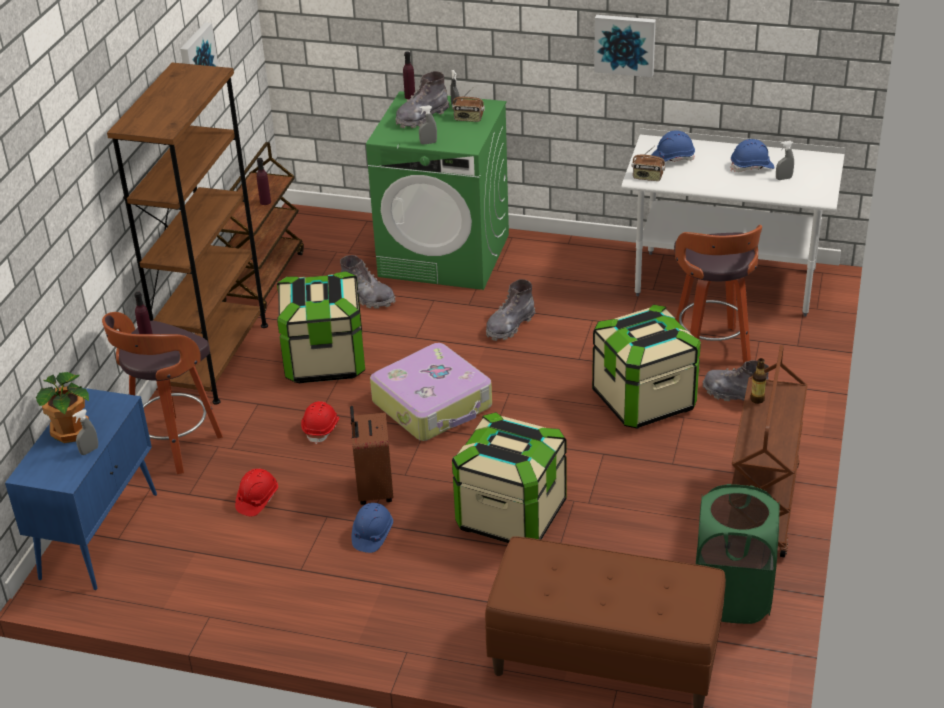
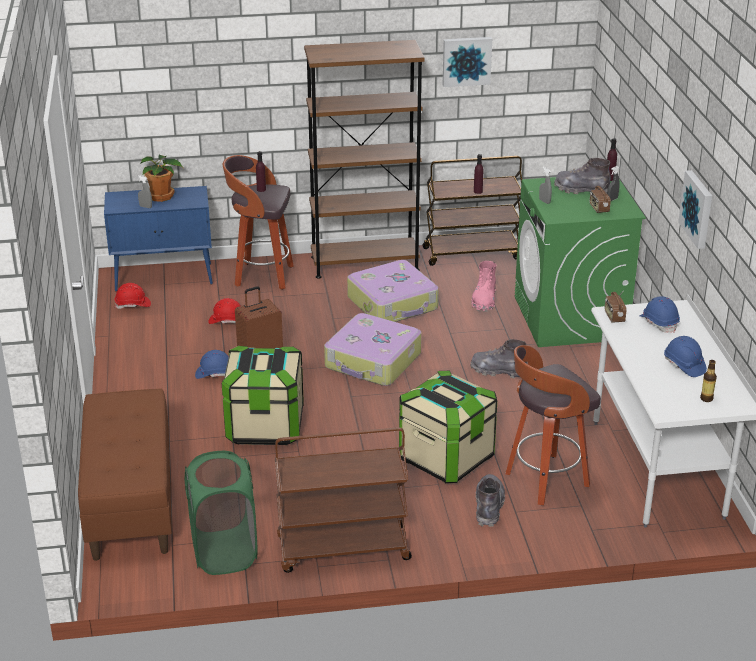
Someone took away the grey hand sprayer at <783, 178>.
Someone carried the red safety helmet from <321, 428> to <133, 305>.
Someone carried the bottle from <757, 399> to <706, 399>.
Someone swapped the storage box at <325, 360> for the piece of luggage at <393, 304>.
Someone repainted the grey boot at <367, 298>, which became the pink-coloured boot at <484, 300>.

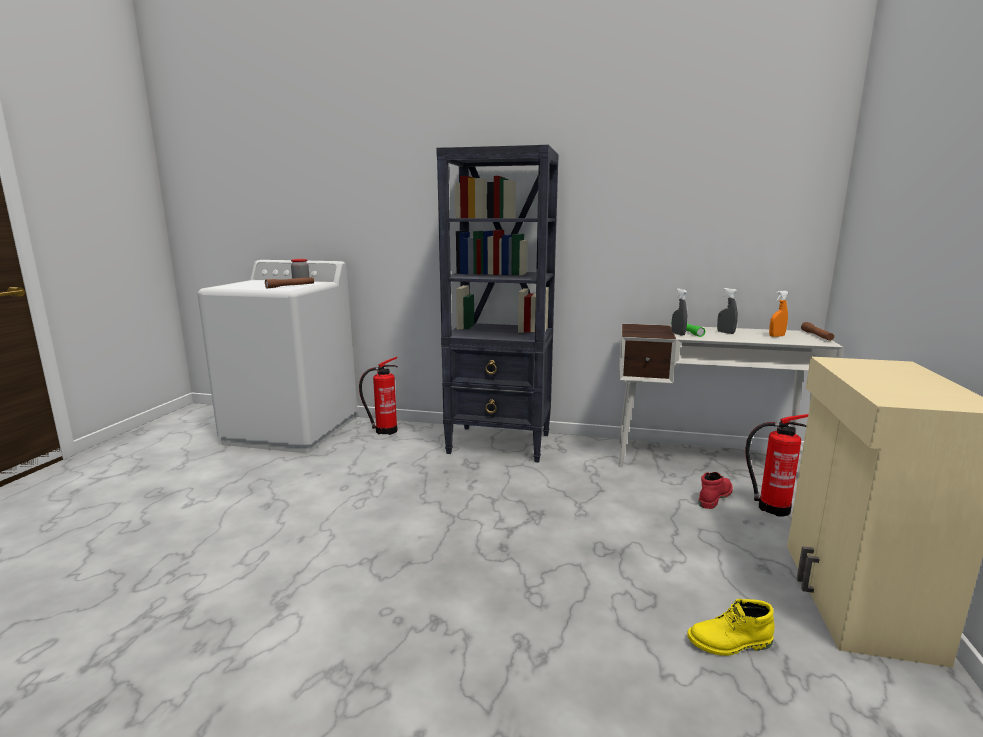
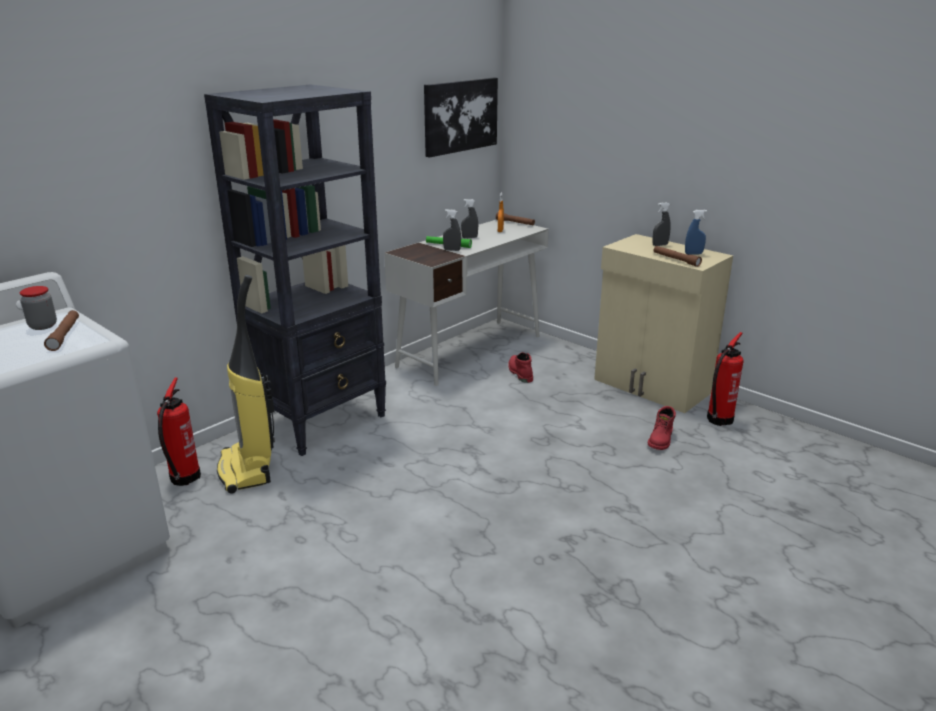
Someone put down the vacuum at <248, 470>.
Someone put up the wall picture at <460, 116>.
Someone put down the grey hand sprayer at <660, 245>.
Someone put down the brownish torch at <676, 260>.
Someone put down the blue-coloured hand sprayer at <693, 254>.
Someone carried the fire-fighting cylinder from <770, 508> to <718, 420>.
Someone repainted the yellow boot at <730, 644>, which became the red boot at <661, 440>.

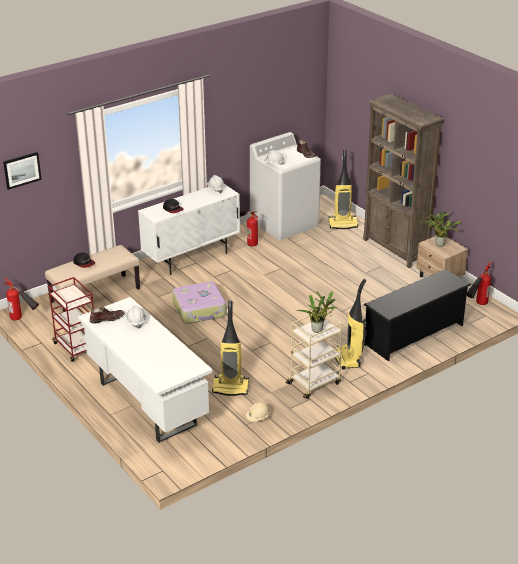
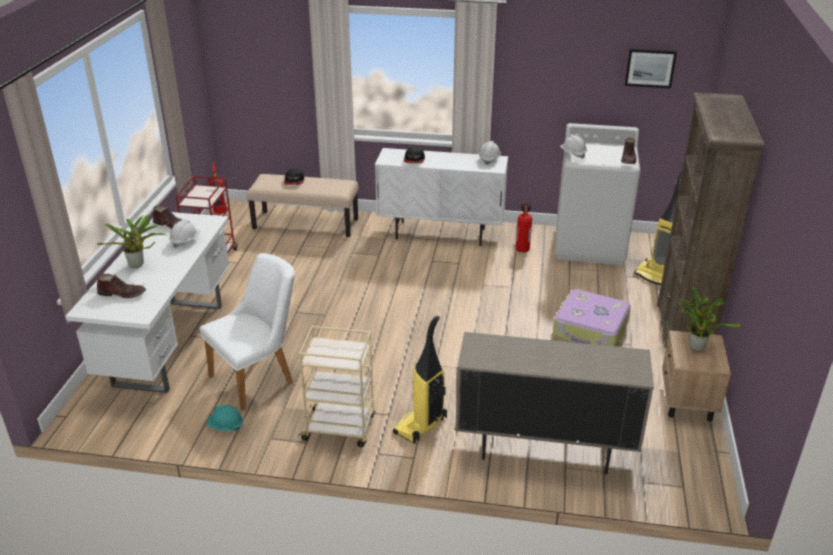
Someone took away the fire-fighting cylinder at <476, 307>.
Someone put down the brownish boot at <122, 293>.
Someone carried the wall picture from <22, 170> to <650, 68>.
Someone carried the piece of luggage from <200, 309> to <590, 330>.
Someone carried the houseplant from <318, 330> to <138, 265>.
Someone swapped the vacuum at <231, 387> for the white plain chair at <259, 377>.
Someone swapped the blackish shoe shelf at <414, 335> for the beige cabinet at <544, 449>.
Someone repainted the beige safety helmet at <258, 418>, which became the turquoise-coloured safety helmet at <225, 426>.

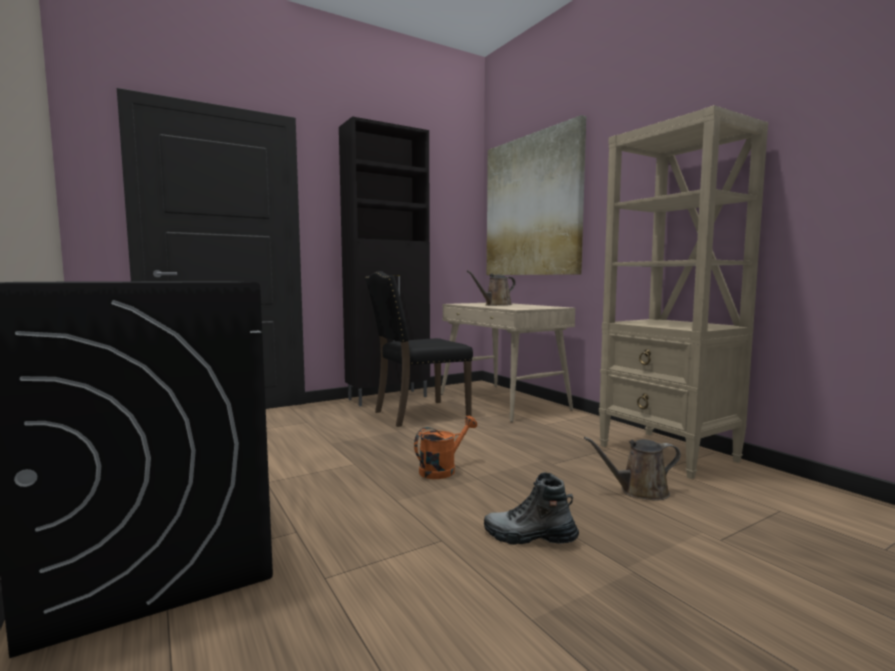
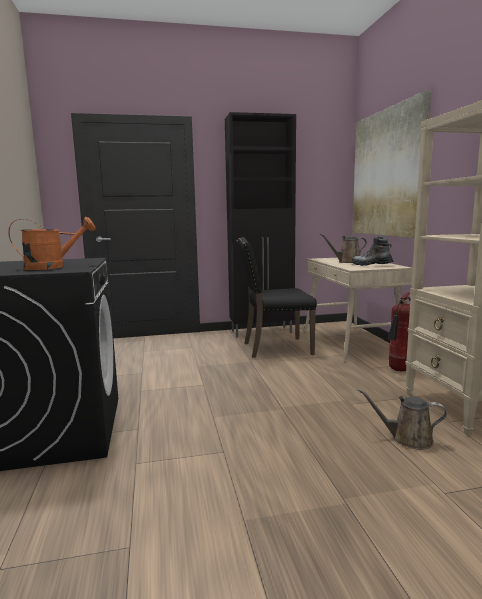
Someone put down the fire-fighting cylinder at <398, 370>.
Someone carried the orangey sprinkling can from <442, 469> to <52, 267>.
Someone carried the boot from <529, 537> to <371, 265>.

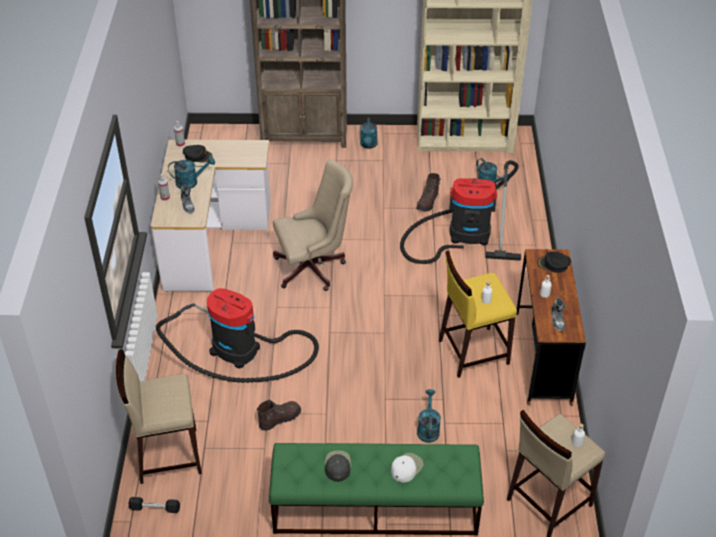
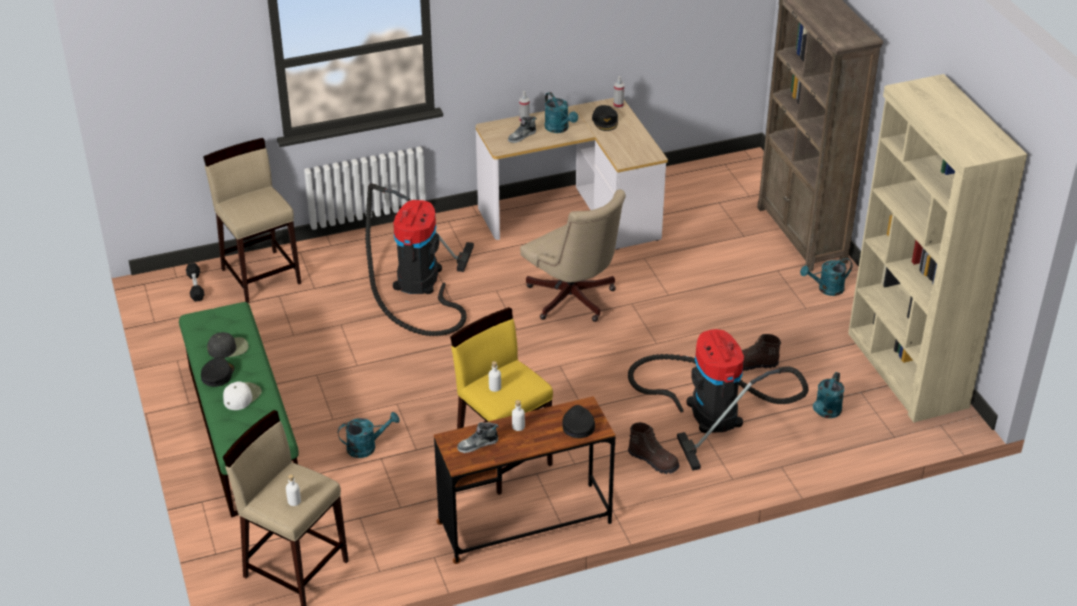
Someone put down the blackish cap at <217, 375>.
Someone carried the brownish boot from <279, 419> to <653, 461>.
Someone rotated the white cap at <406, 467> by 75 degrees counterclockwise.

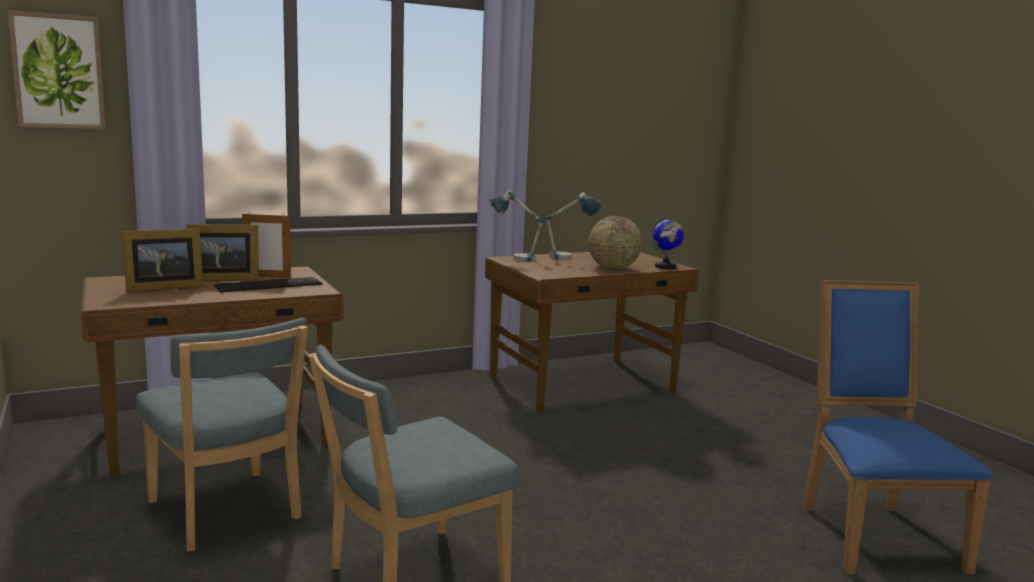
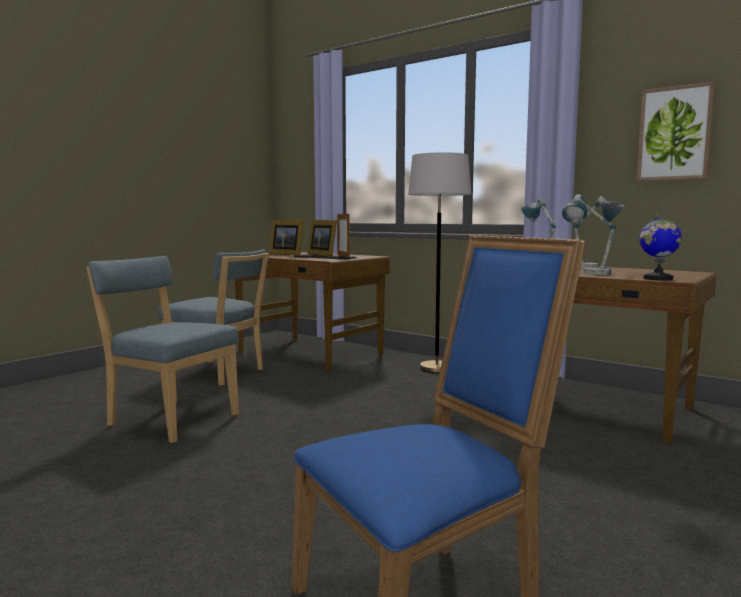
Someone put down the grey floor lamp at <436, 368>.
Someone carried the wall picture from <58, 71> to <674, 133>.
Someone swapped the world globe at <613, 268> for the lamp for a table at <587, 274>.
Someone rotated the blue-coloured plain chair at <227, 514> by 90 degrees counterclockwise.

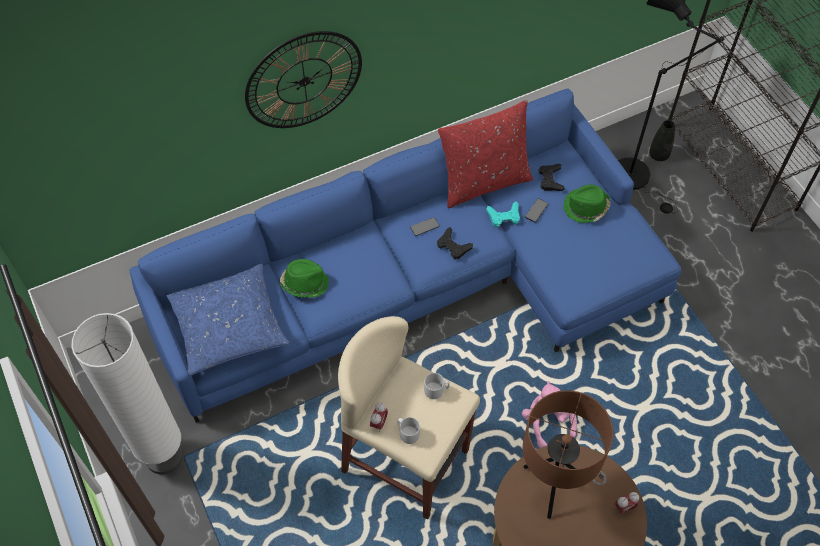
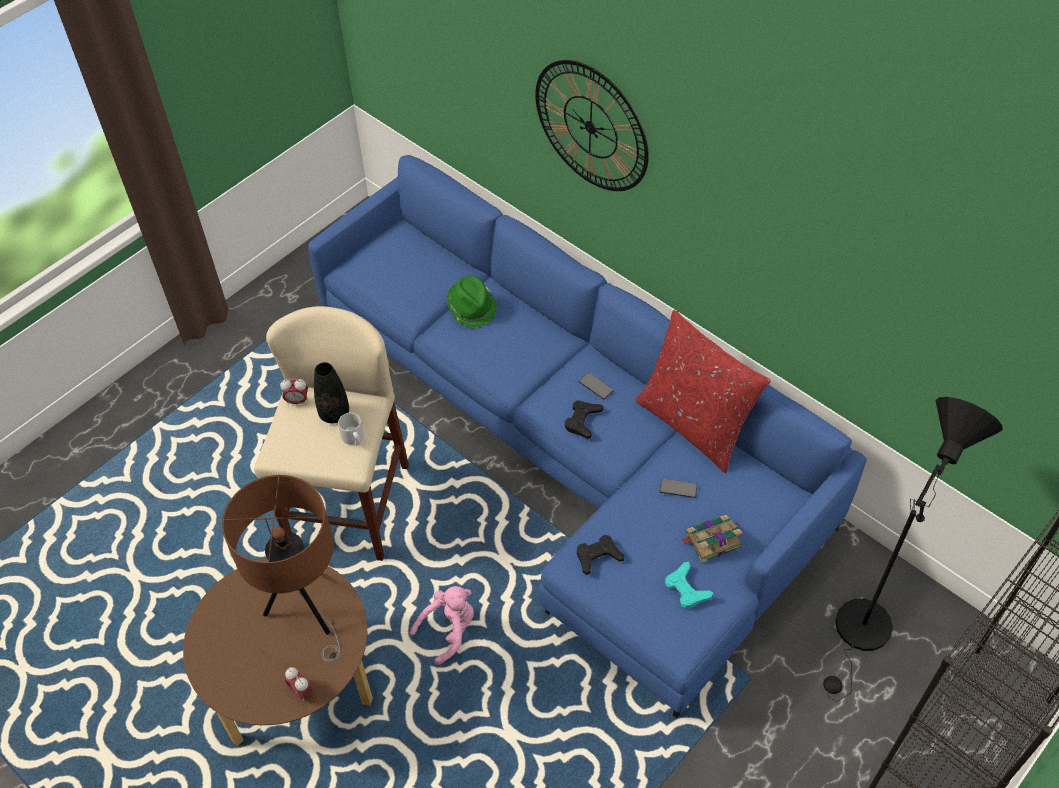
Someone took away the white floor lamp at <164, 456>.
Someone took away the blue-coloured cushion at <228, 326>.
Someone took away the grey mug at <407, 433>.
Someone carried the turquoise-coloured gamepad from <504, 216> to <686, 589>.
Someone carried the blackish gamepad from <550, 179> to <598, 556>.
Someone carried the blackish flower vase from <658, 155> to <334, 414>.
Someone swapped the greenish hat at <586, 208> for the bound book at <711, 540>.

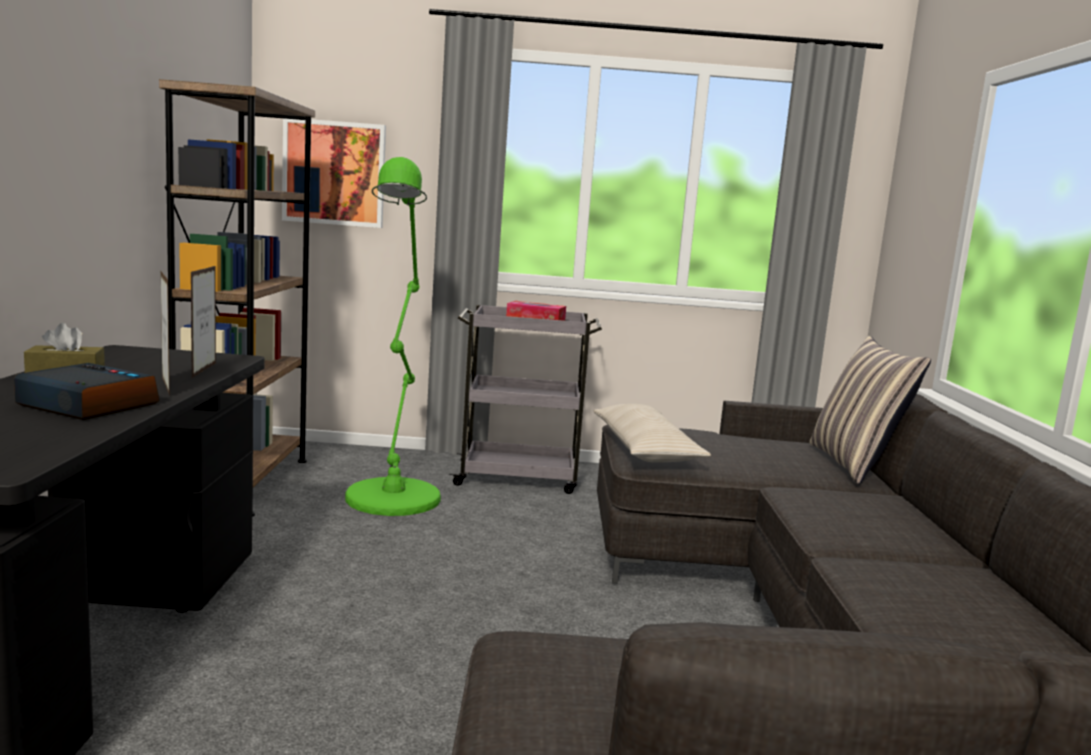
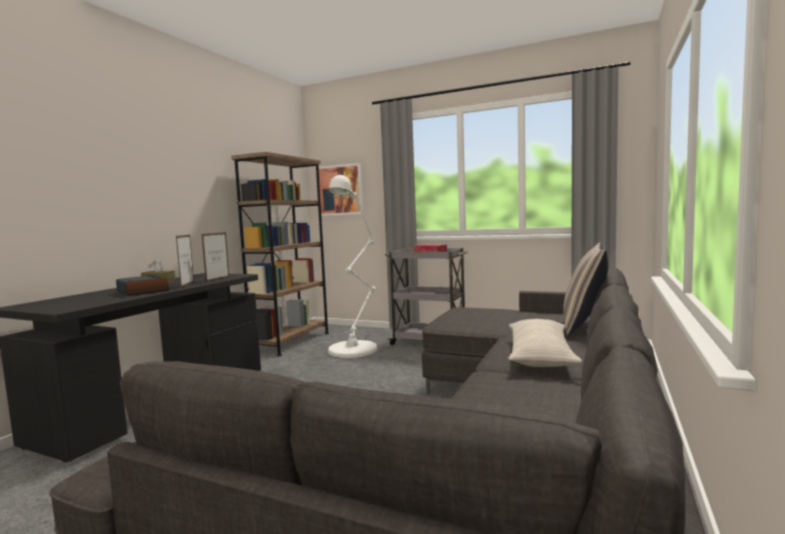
Someone carried the beige cushion from <645, 449> to <540, 355>.
Someone repainted the greenish floor lamp at <395, 493>, which became the white floor lamp at <356, 348>.

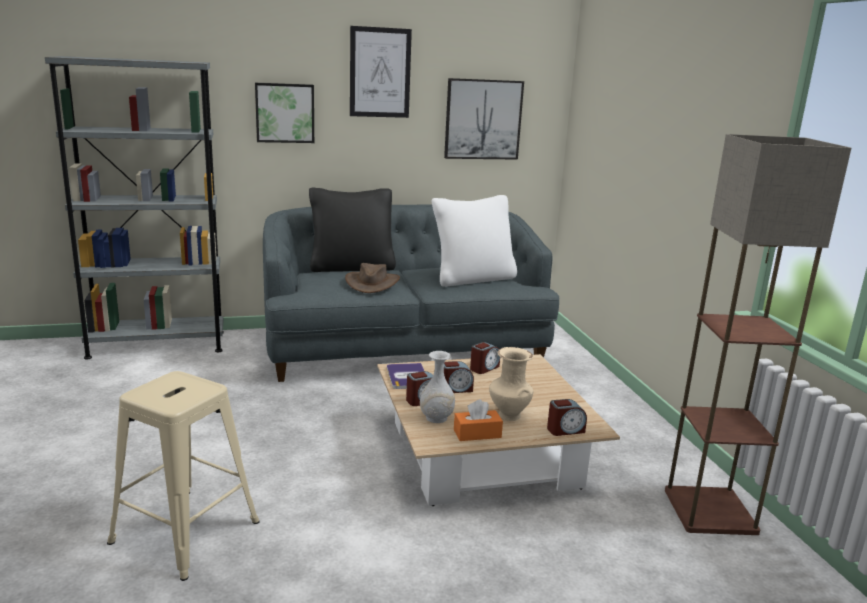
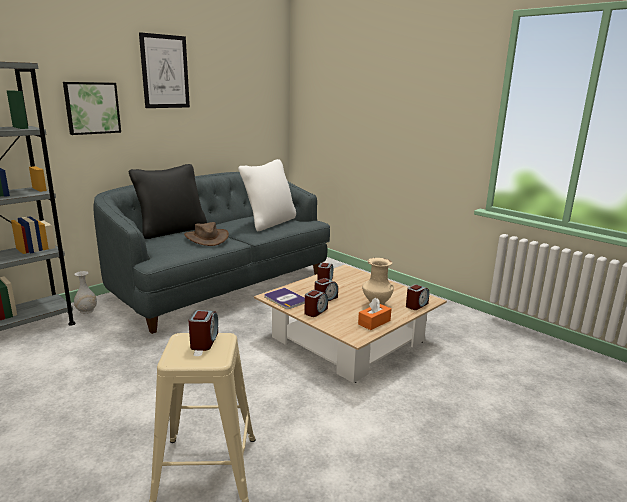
Someone took away the wall picture at <483, 119>.
Someone took away the floor lamp at <711, 512>.
Someone put down the bedside clock at <204, 341>.
Someone carried the white flower vase from <436, 418> to <86, 311>.

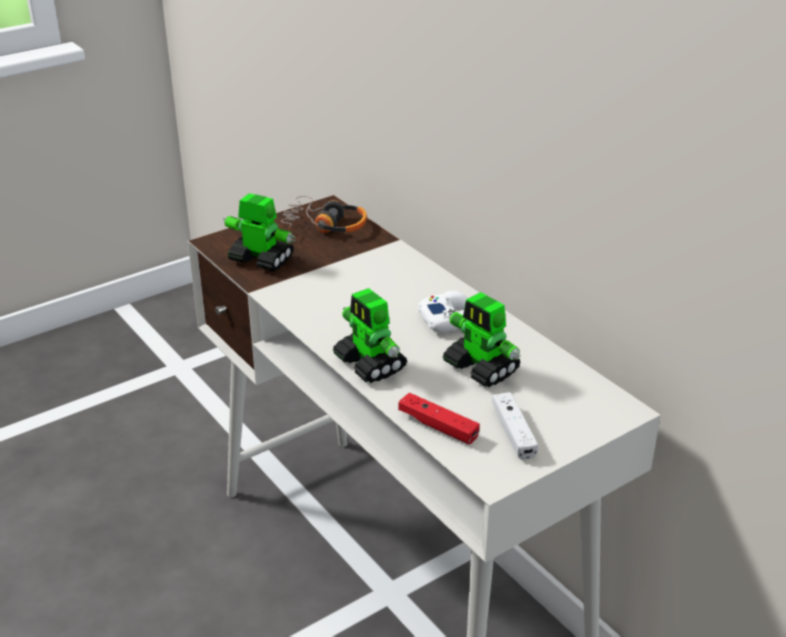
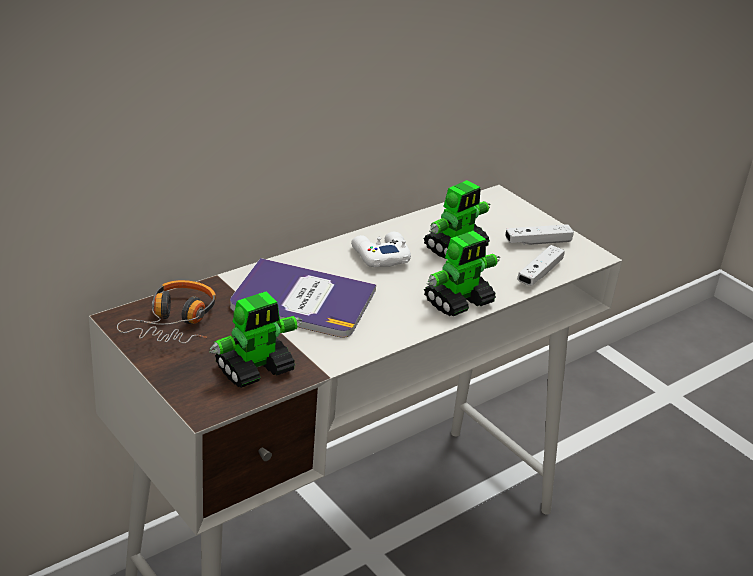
Someone put down the bound book at <302, 300>.
Someone repainted the red gamepad at <438, 426>, which became the white gamepad at <539, 273>.
Someone rotated the robot figure at <260, 260> by 150 degrees counterclockwise.

